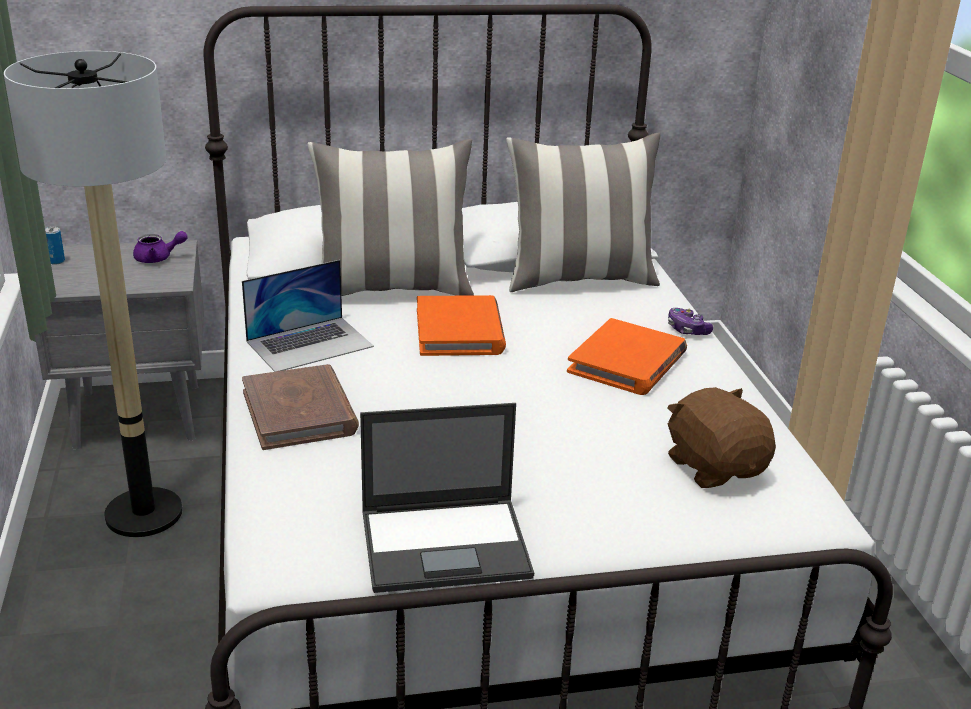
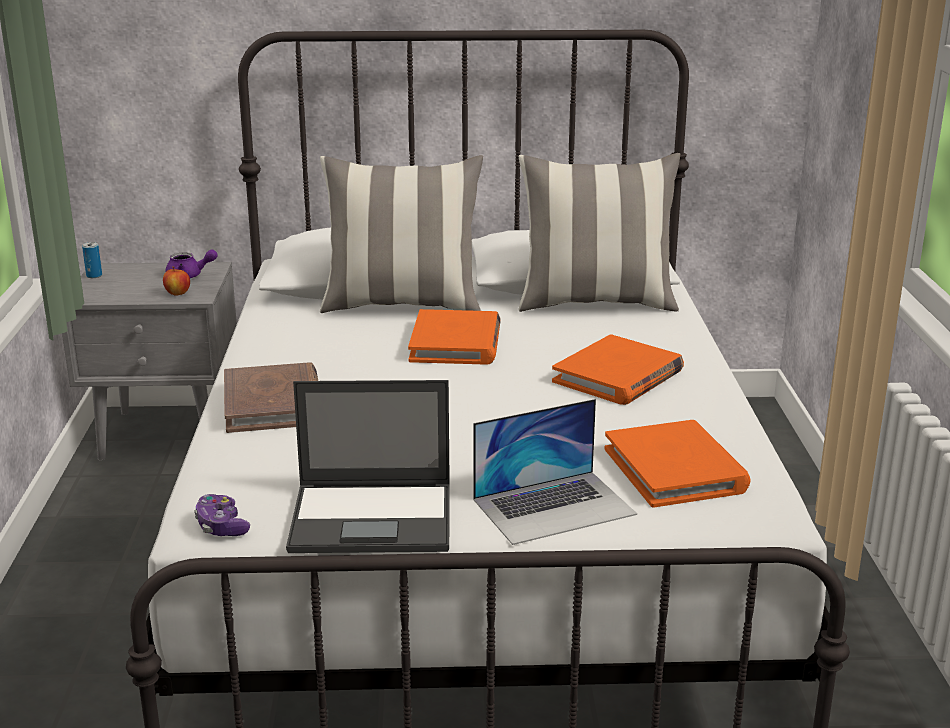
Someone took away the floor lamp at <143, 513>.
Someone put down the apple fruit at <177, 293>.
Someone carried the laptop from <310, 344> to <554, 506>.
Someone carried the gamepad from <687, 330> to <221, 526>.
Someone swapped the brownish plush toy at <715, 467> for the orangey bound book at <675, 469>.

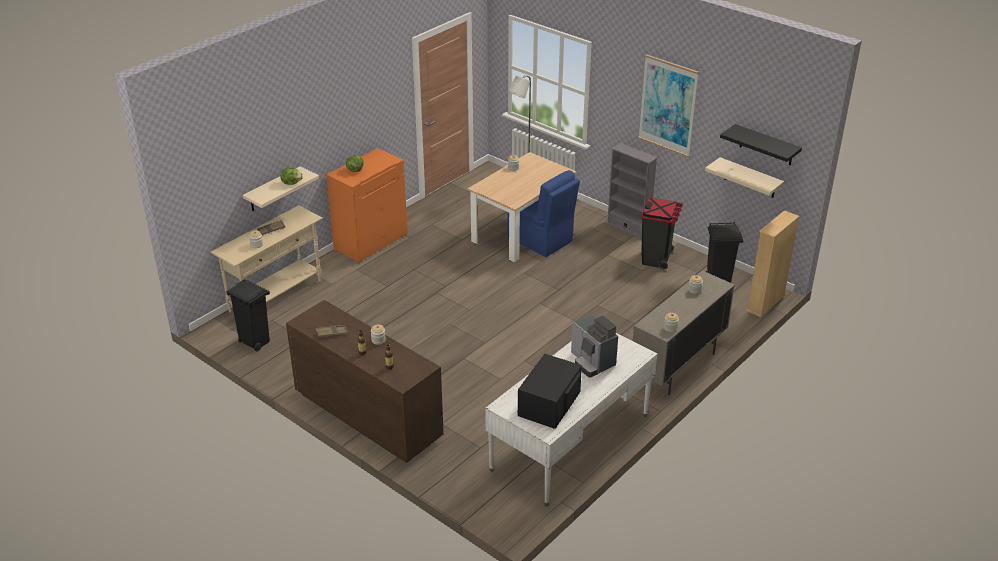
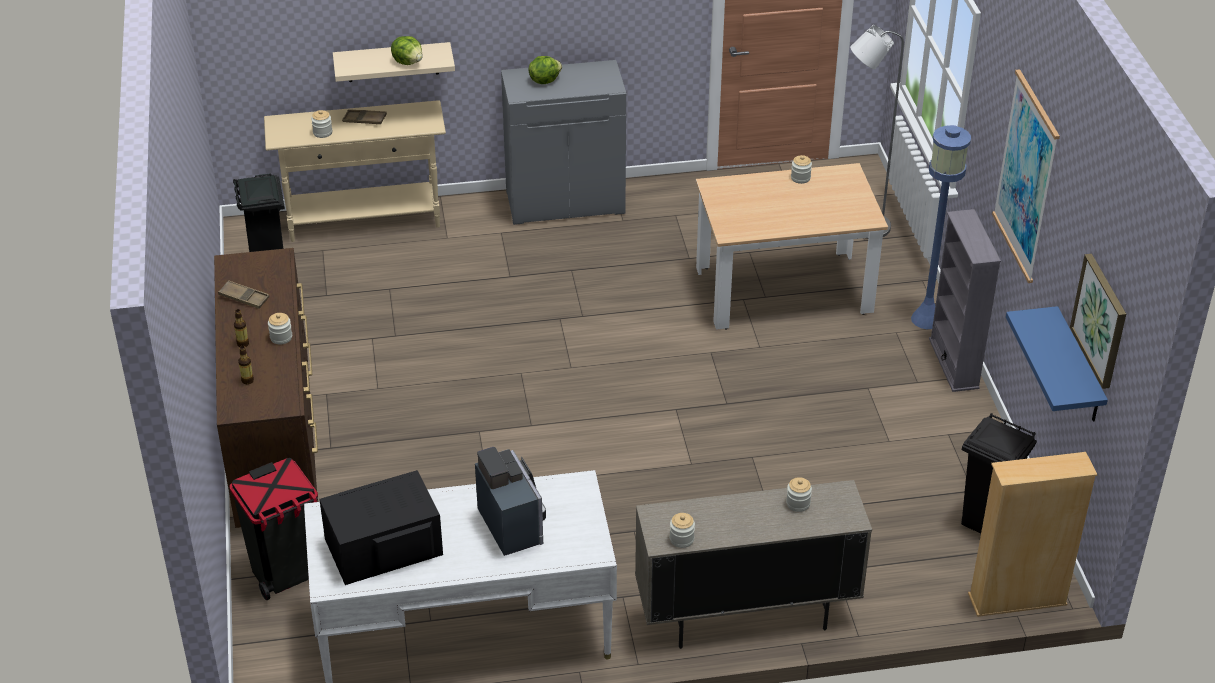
Someone took away the blue-coloured plain chair at <541, 240>.
Someone put down the blue-coloured floor lamp at <926, 319>.
Someone carried the blackish trash can from <656, 258> to <288, 573>.
Someone swapped the blackish wall shelf at <766, 145> for the wall picture at <1100, 320>.
Someone repainted the orangey cabinet at <370, 242>, which became the grey cabinet at <565, 201>.
Someone repainted the beige wall shelf at <750, 178>, which became the blue-coloured wall shelf at <1078, 368>.
Someone rotated the coffee machine at <592, 362> by 150 degrees clockwise.

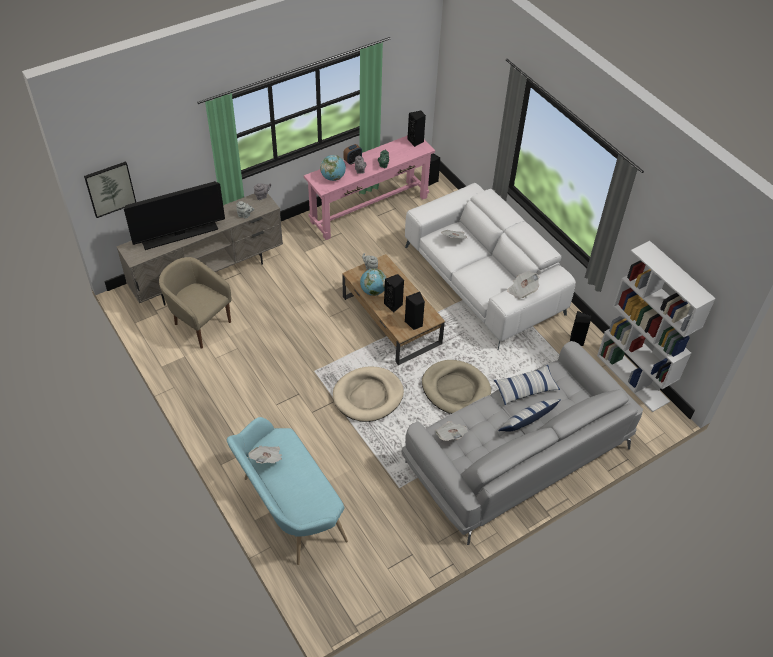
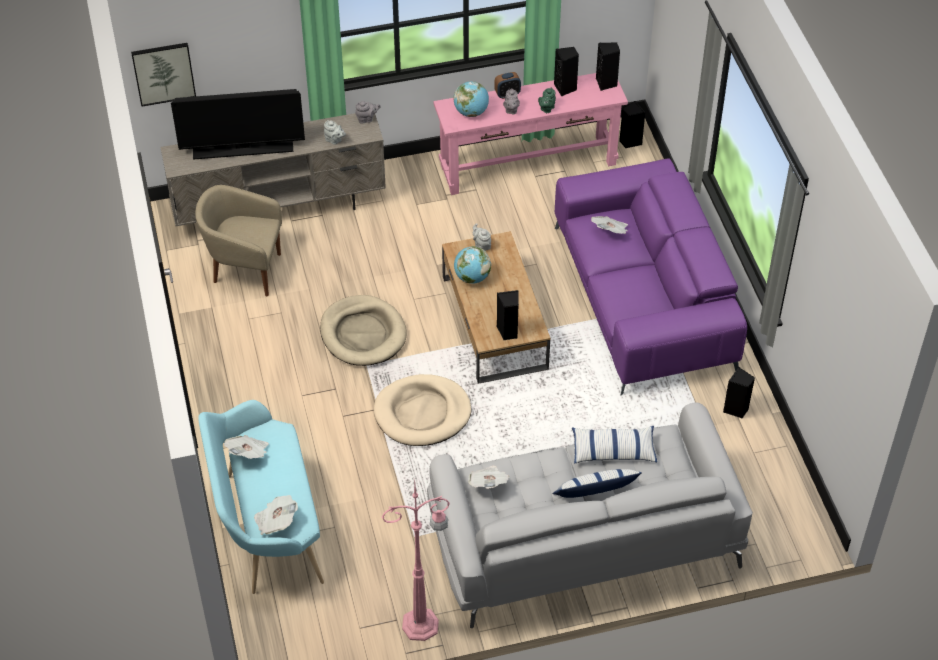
Someone took away the white shelving unit at <633, 378>.
Someone put down the pink-coloured floor lamp at <422, 624>.
Someone carried the blackish audio speaker from <394, 305> to <565, 88>.
Someone carried the beige dog bed from <455, 389> to <363, 333>.
Someone carried the newspaper from <522, 290> to <276, 521>.
Someone repainted the white settee at <484, 280>, which became the purplish settee at <644, 298>.
Someone rotated the beige easy chair at <199, 324> by 45 degrees counterclockwise.

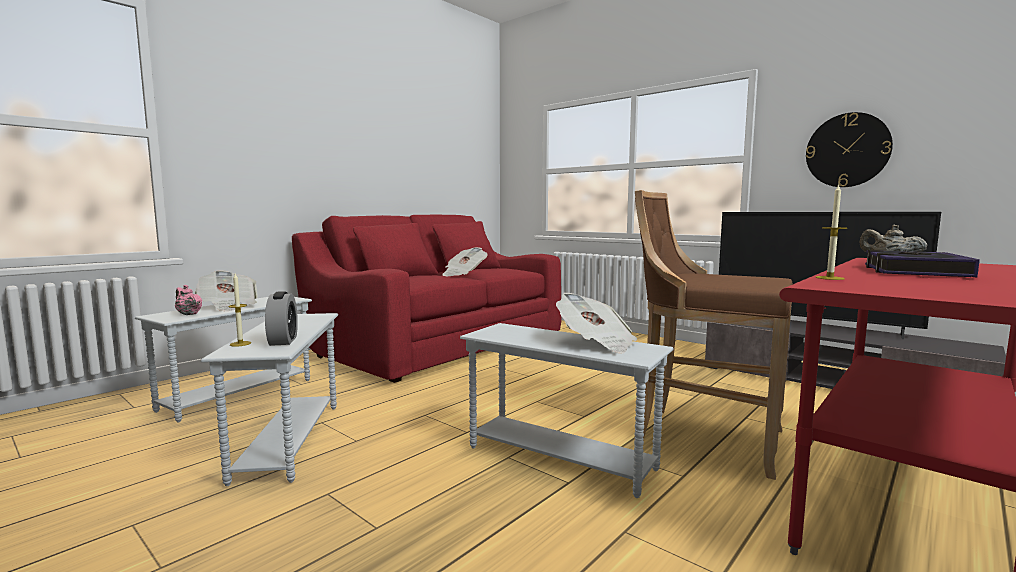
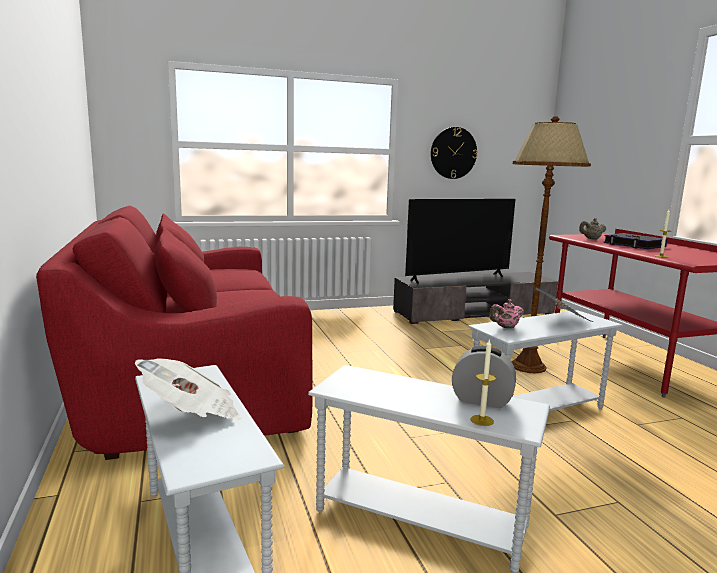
Someone took away the newspaper at <463, 274>.
Someone carried the pink-coloured pot for tea from <188, 314> to <505, 327>.
Someone swapped the brownish stool seat at <703, 437> for the brownish floor lamp at <528, 366>.

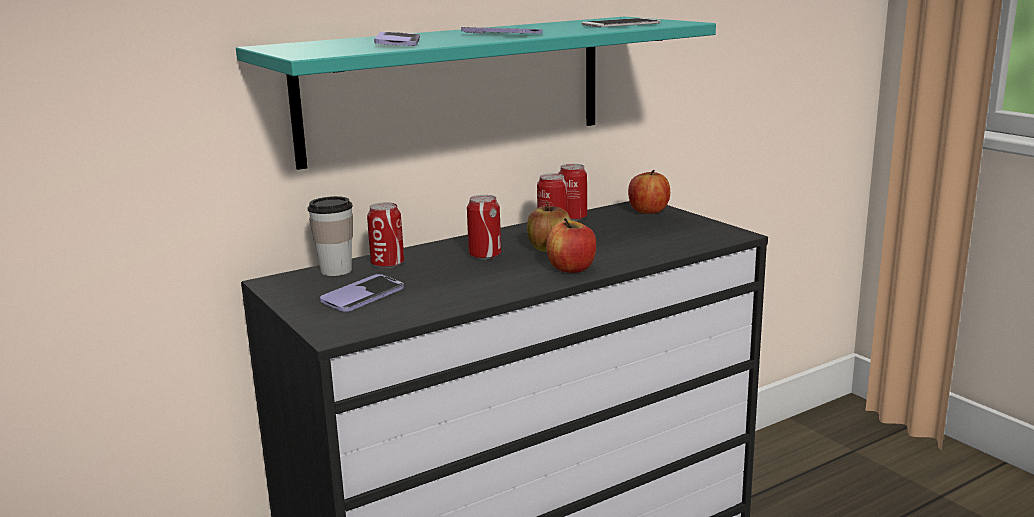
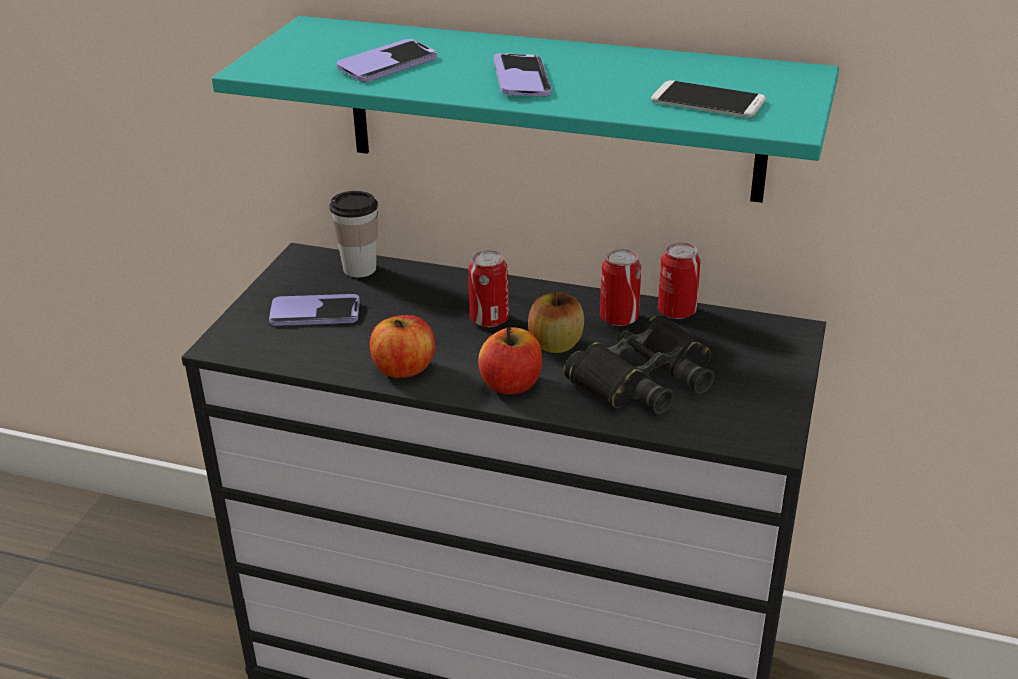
Someone took away the can at <387, 264>.
Someone put down the blackish pair of binoculars at <644, 378>.
Someone carried the apple fruit from <648, 211> to <404, 368>.

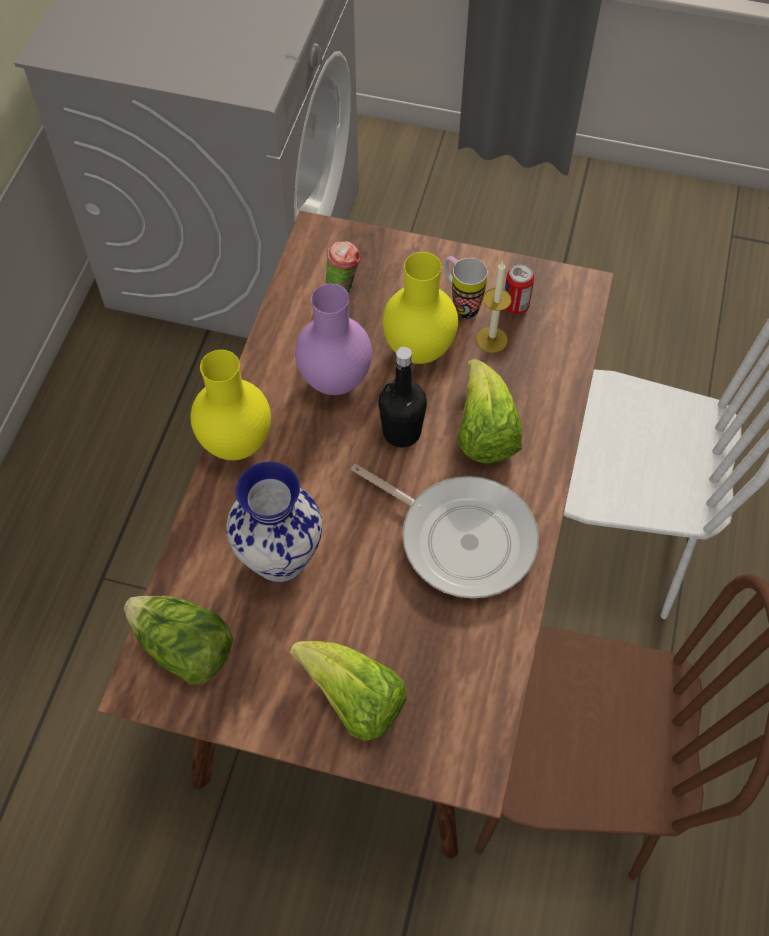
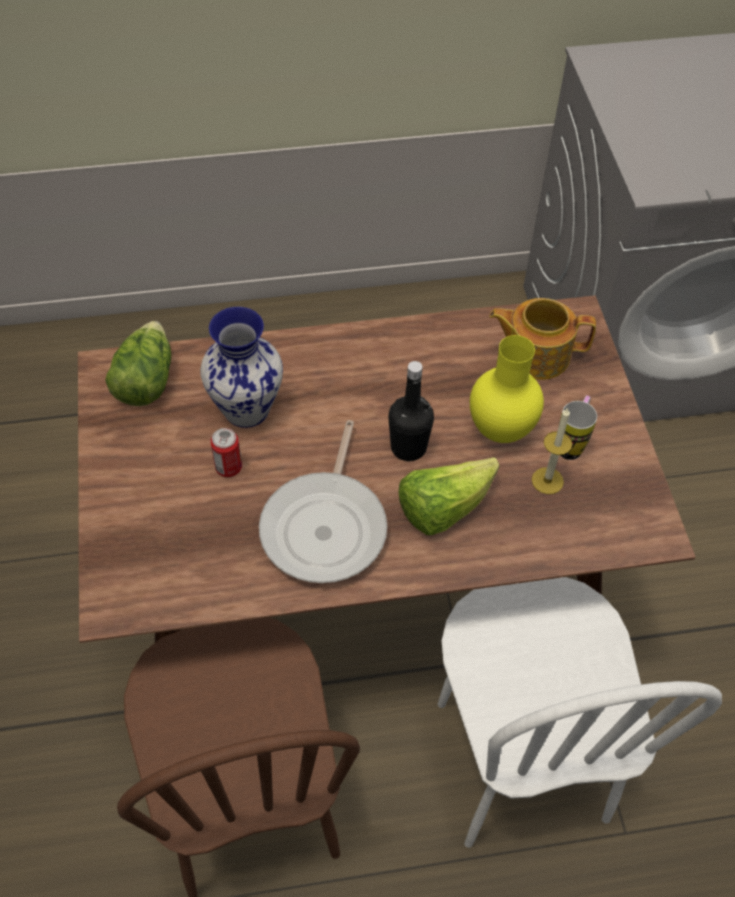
Someone took away the yellow flower vase at <236, 443>.
Someone took away the lettuce head at <353, 699>.
Someone took away the purplish flower vase at <333, 380>.
Someone carried the can from <515, 305> to <228, 467>.
Someone swapped the small cup at <344, 285> for the pot for tea at <535, 354>.

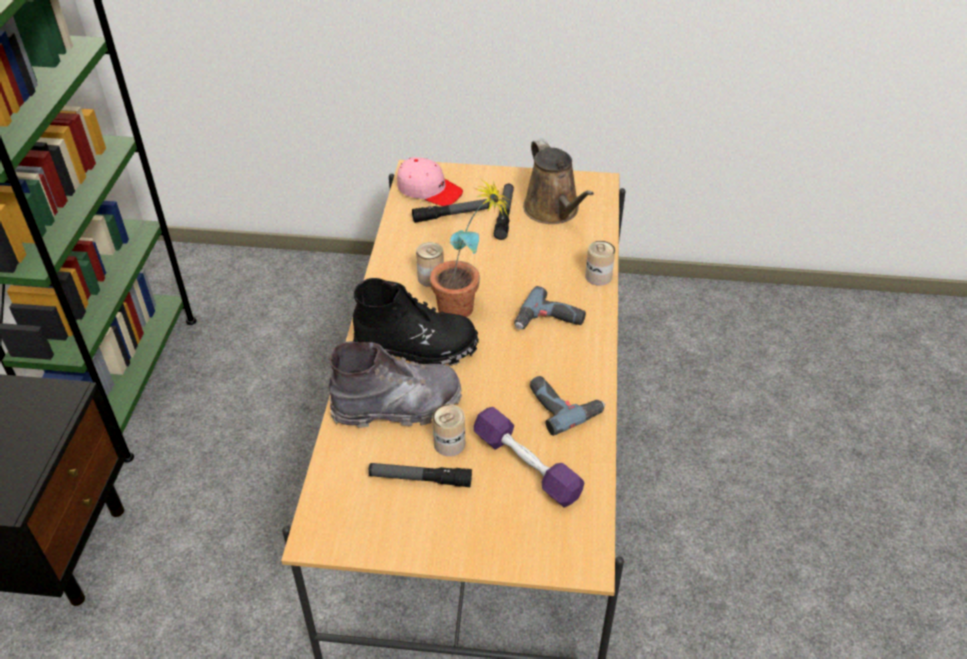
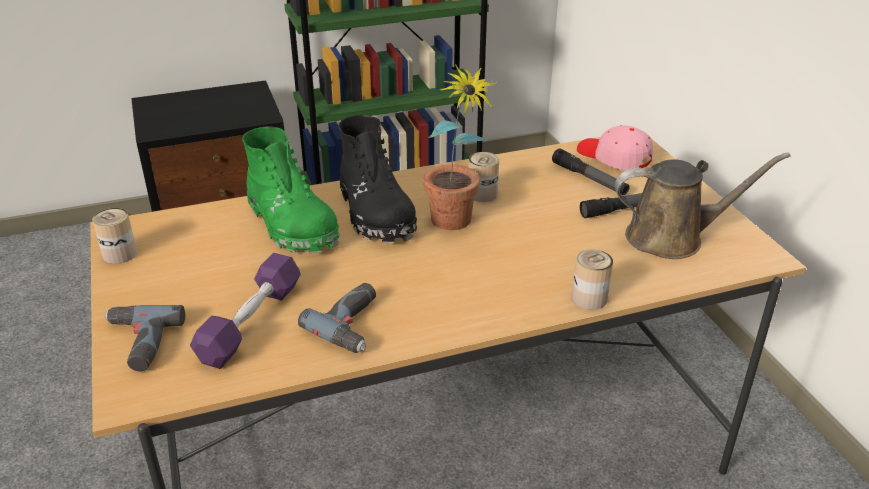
Someone took away the torch at <420, 479>.
Someone carried the can from <449, 443> to <119, 254>.
Someone carried the power drill from <549, 322> to <137, 343>.
Someone repainted the grey boot at <398, 406>, which became the greenish boot at <292, 225>.
Someone rotated the pink-coloured cap at <429, 190> by 135 degrees clockwise.
Someone rotated the brownish sprinkling can at <554, 210> by 135 degrees counterclockwise.

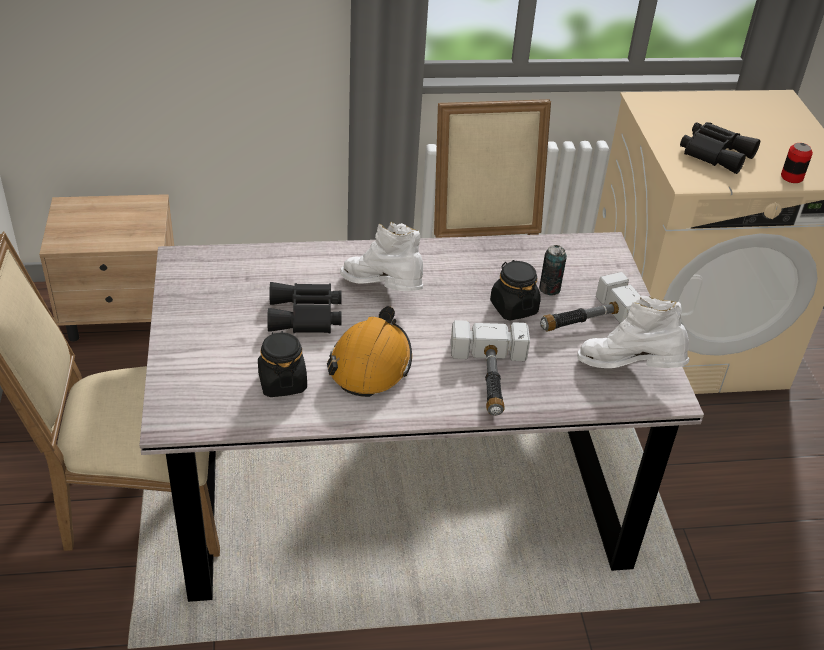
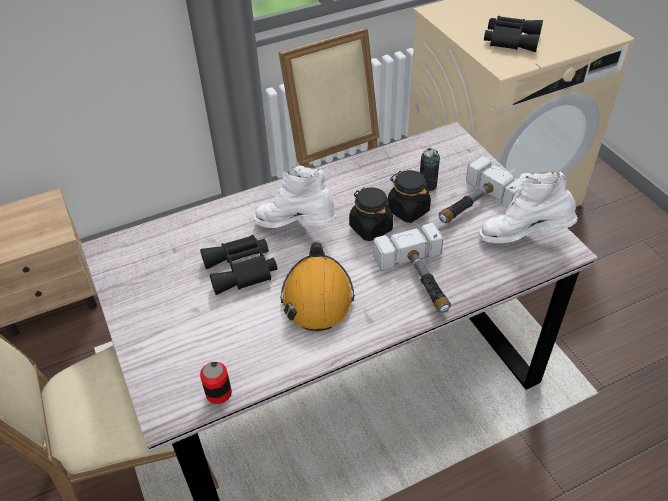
Someone carried the blackish jar from <282, 382> to <370, 227>.
Someone carried the can from <791, 177> to <218, 393>.

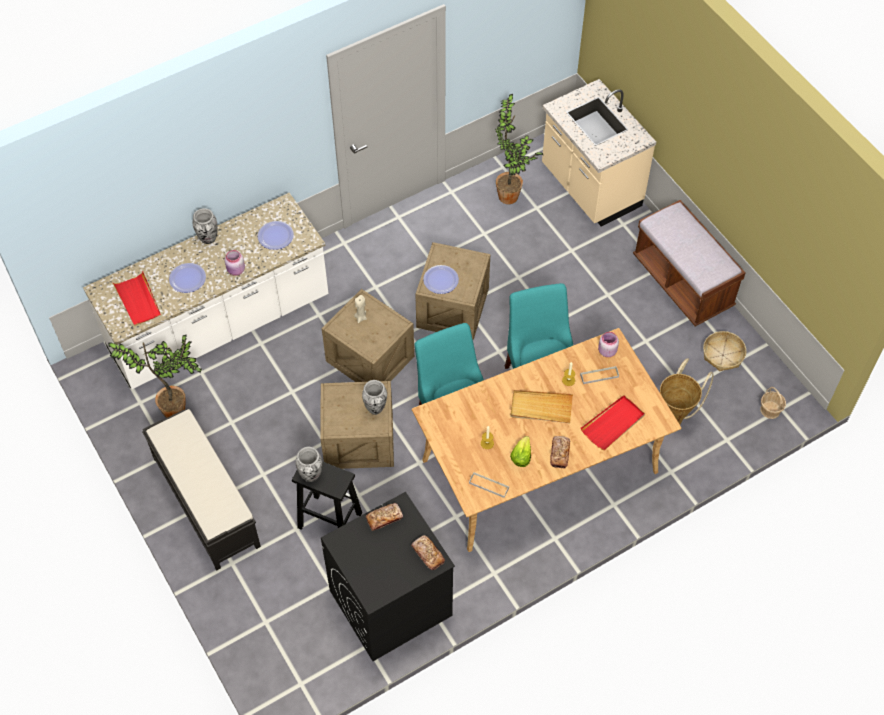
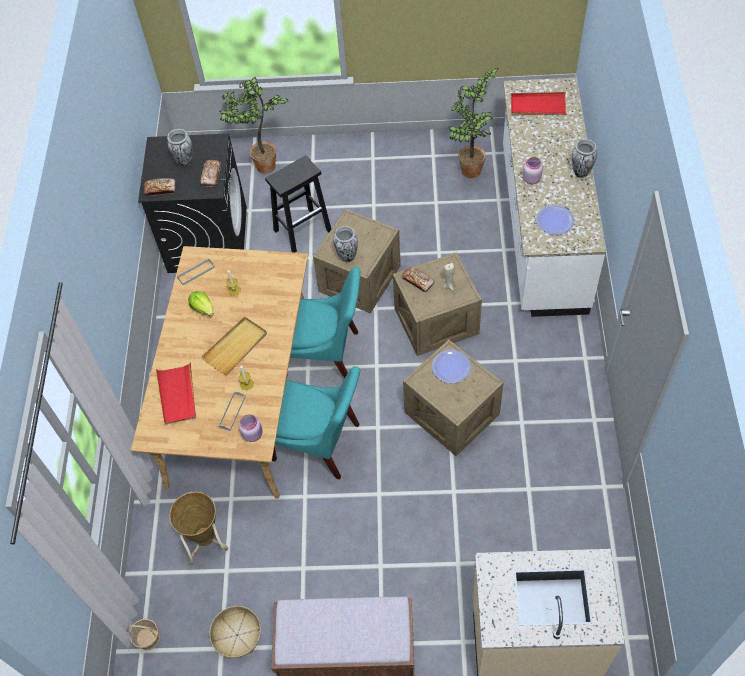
Someone took away the blackish bench at <205, 501>.
Someone took away the plate at <187, 278>.
Someone carried the flower vase from <311, 475> to <184, 162>.
Someone carried the houseplant from <510, 199> to <262, 166>.
Someone carried the baked bread from <559, 453> to <418, 281>.

